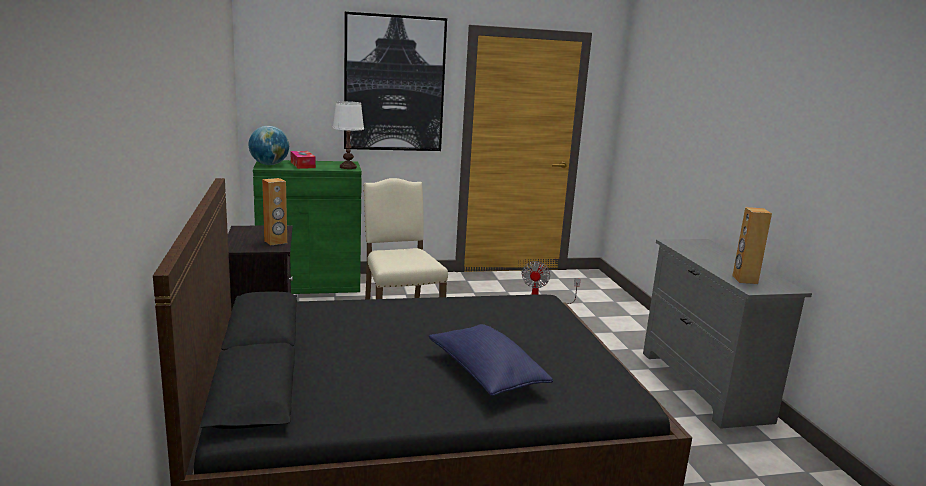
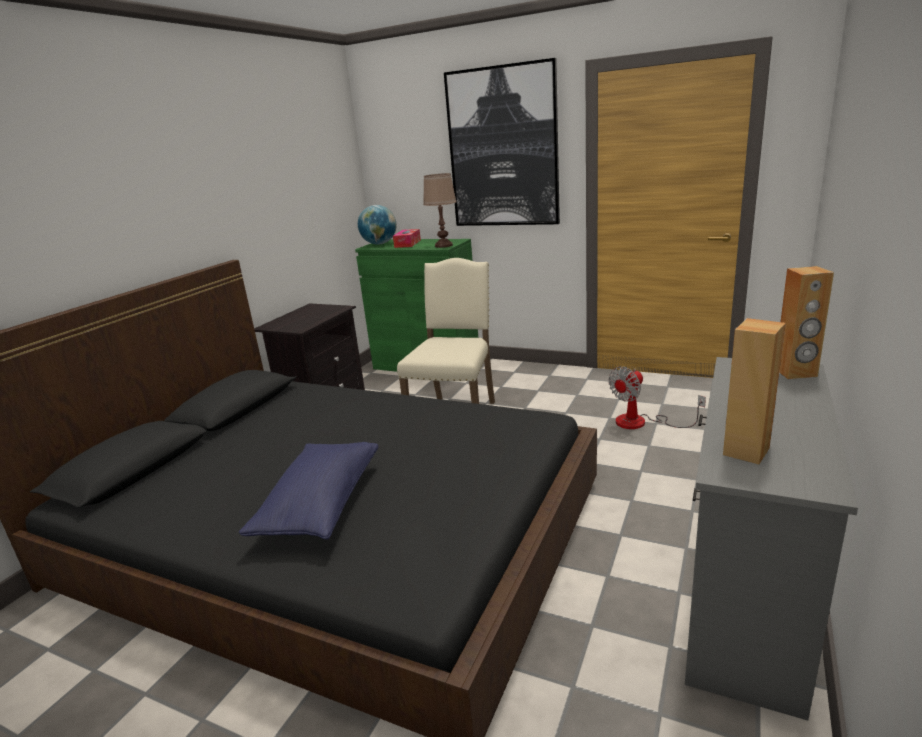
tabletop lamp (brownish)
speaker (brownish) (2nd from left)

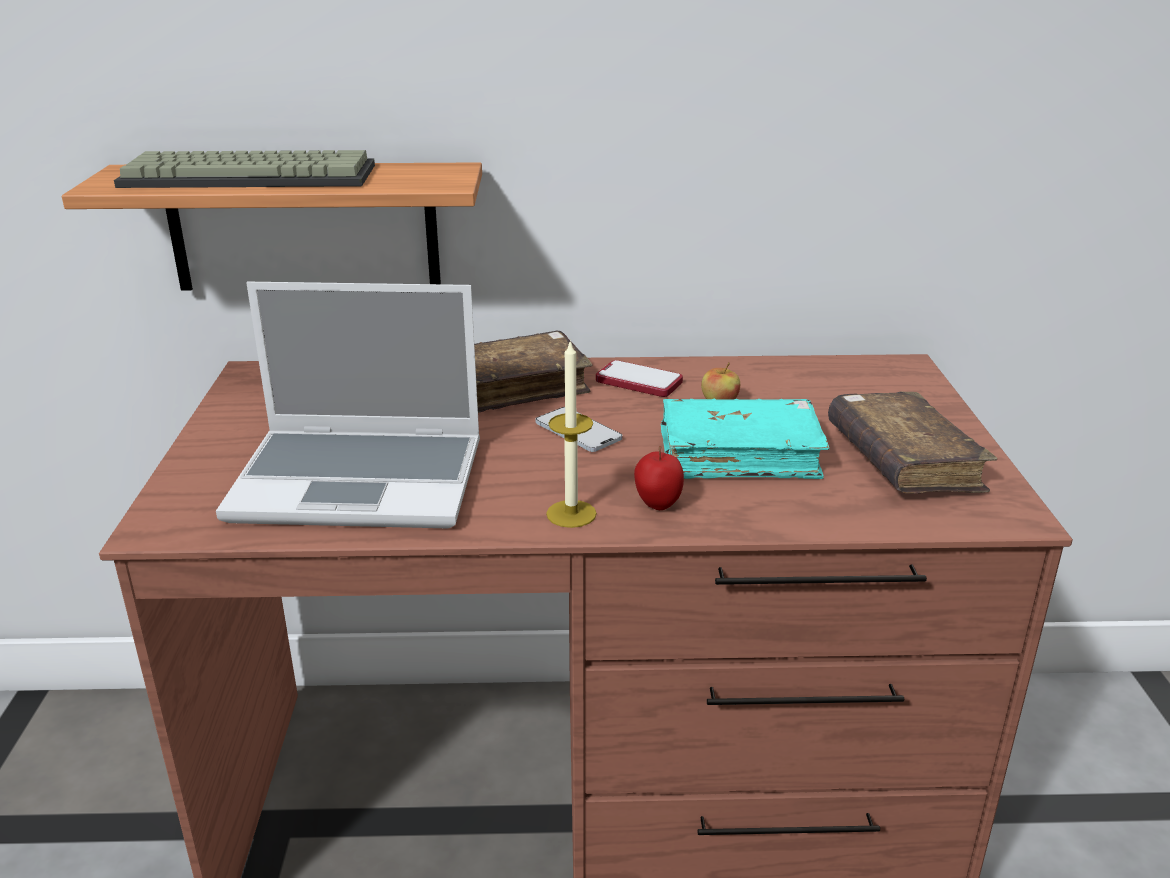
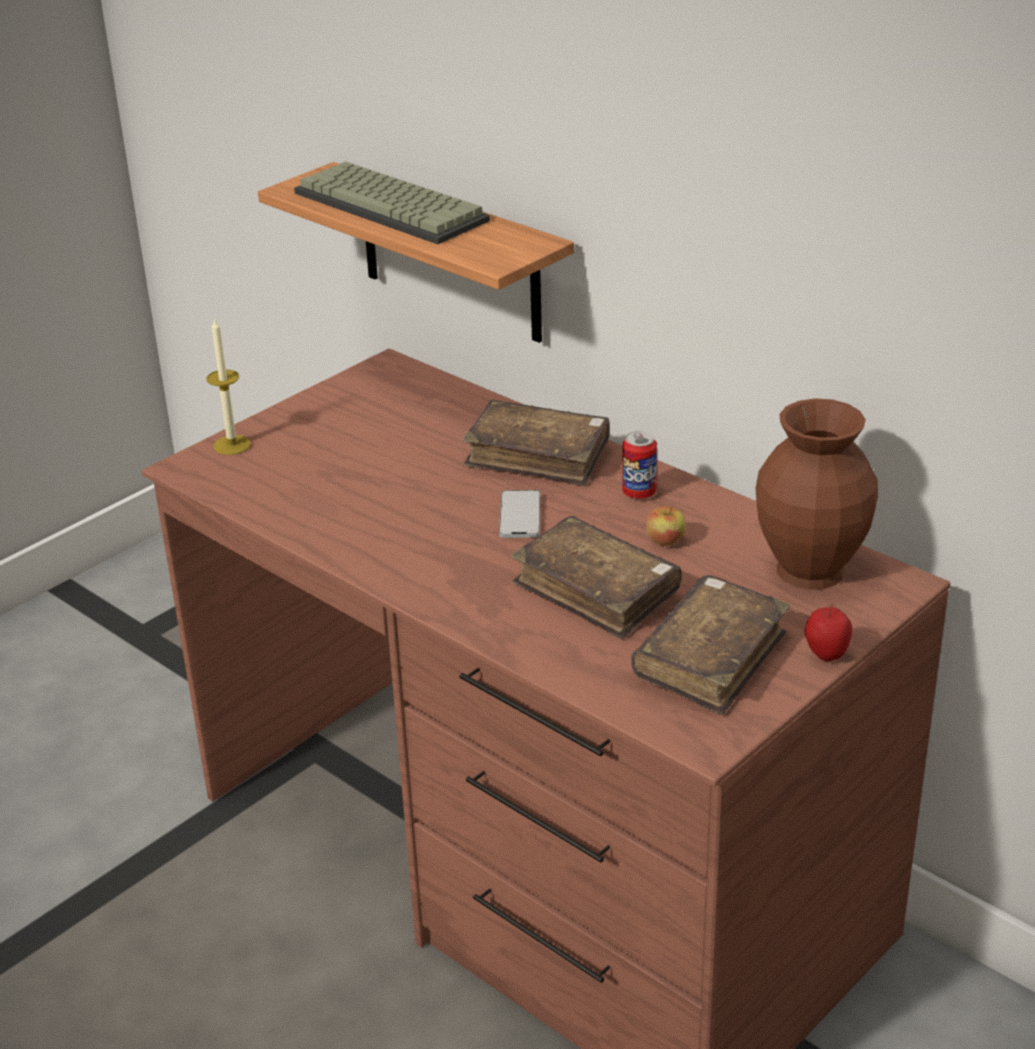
laptop
wax light
can
volume (brownish) (2nd from left)
apple fruit (2nd from left)
flower vase (brownish)

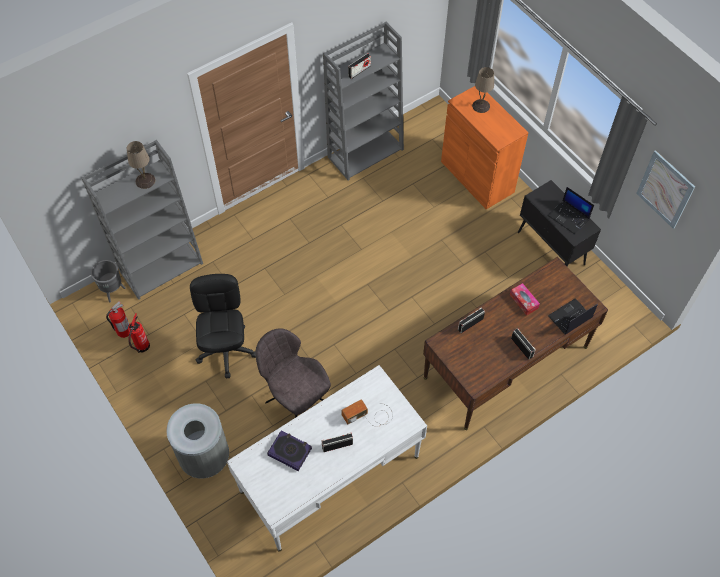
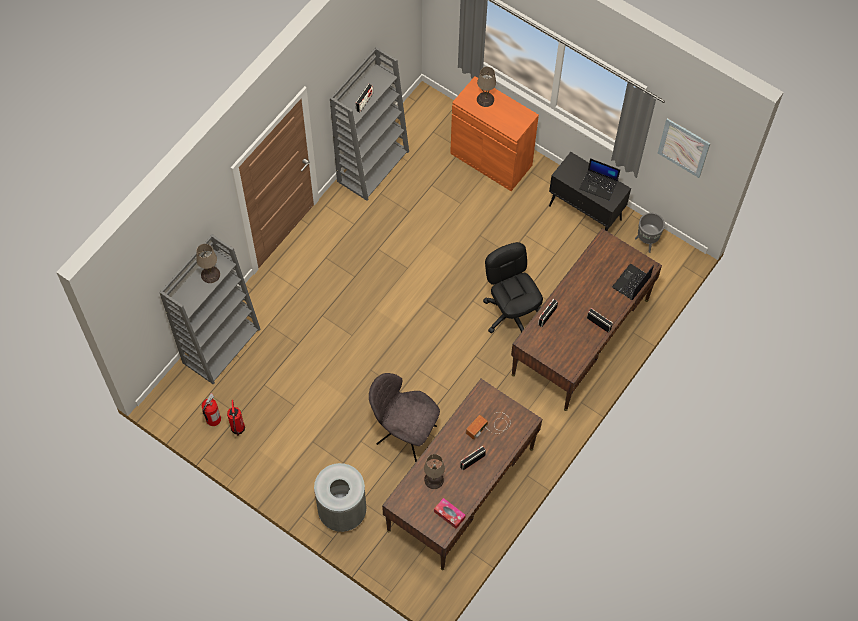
flower pot (gray)
computer chair (blackish)
tissue holder
desk table (brownish) (1st from left)
tabletop lamp (beige-coloured) (2nd from left)

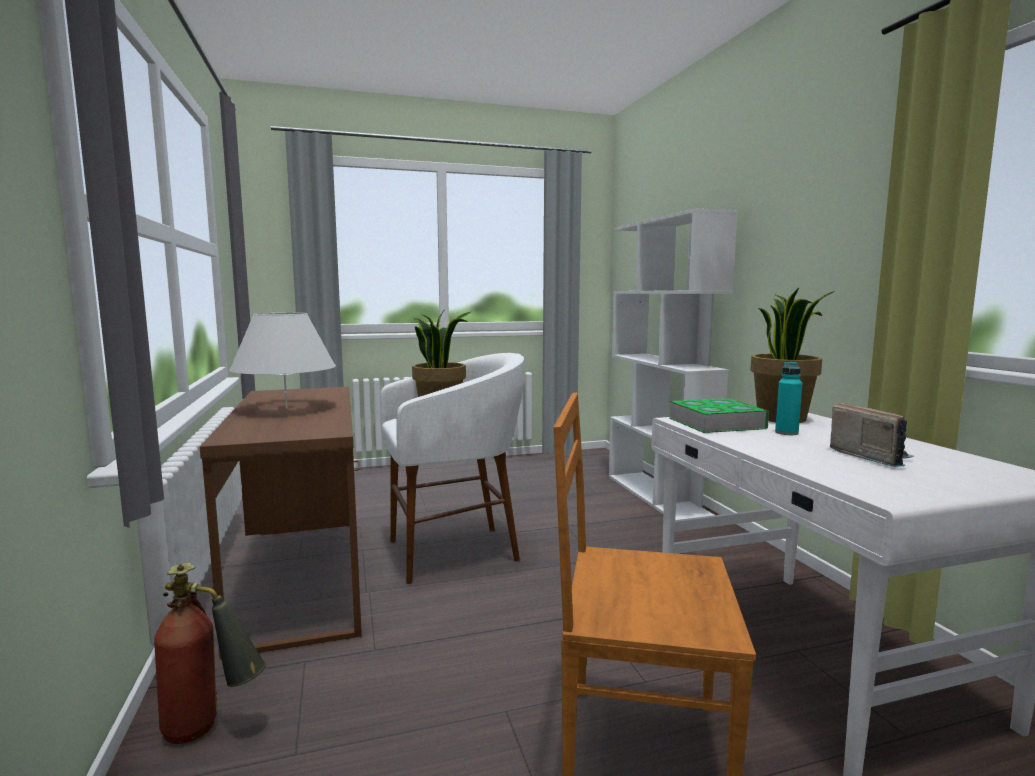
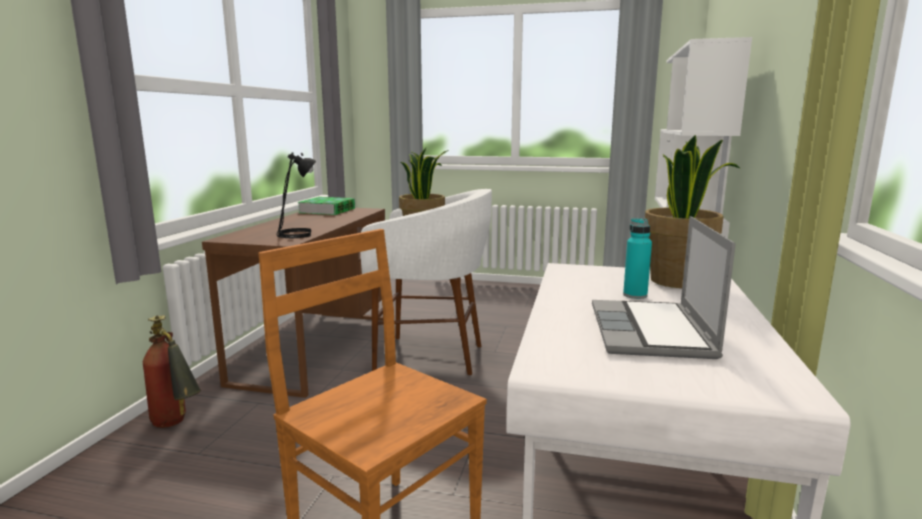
tabletop lamp (white-coloured)
volume
laptop
tabletop lamp (blackish)

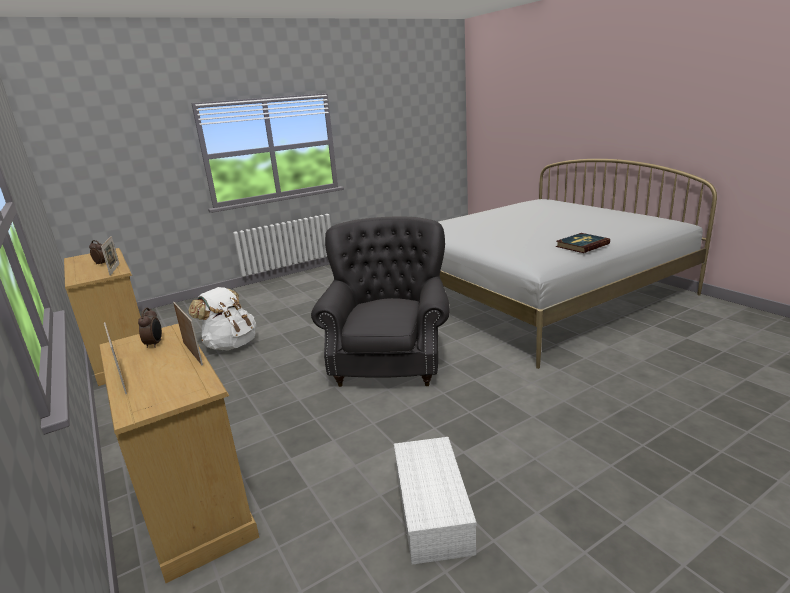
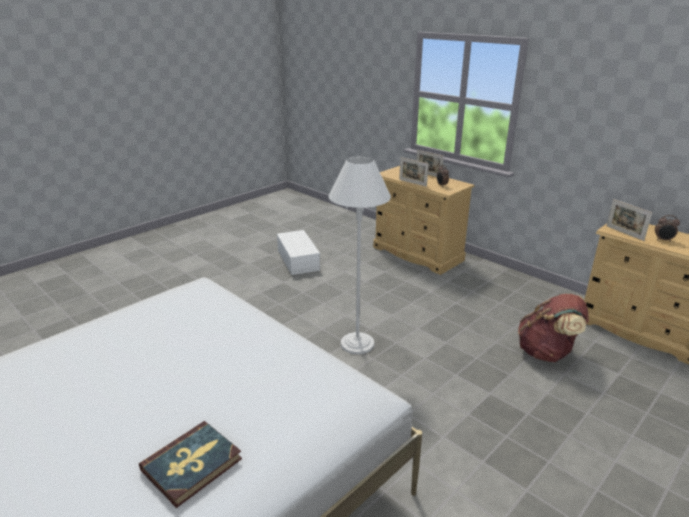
standing lamp (white-coloured)
volume
backpack (brownish)

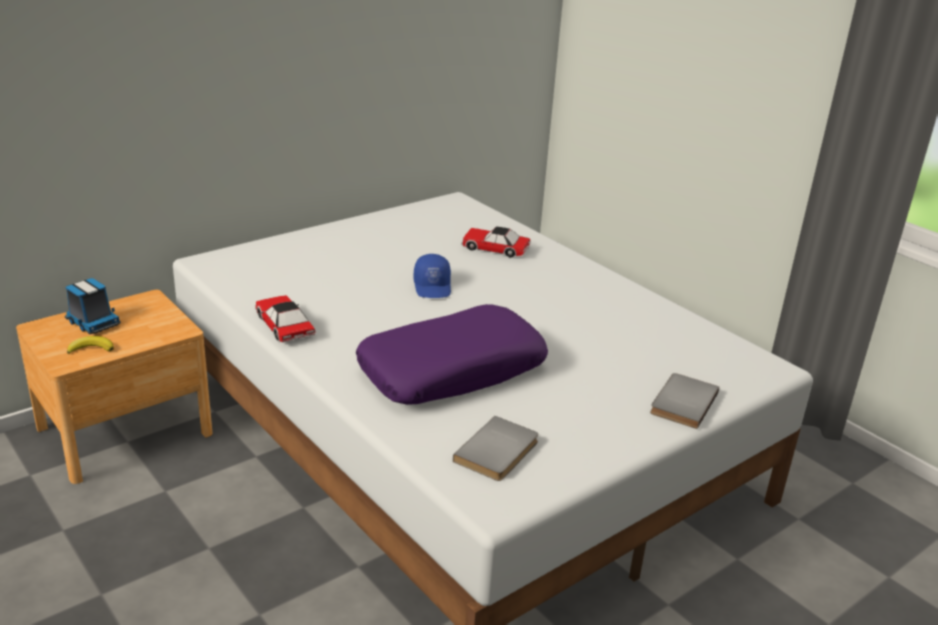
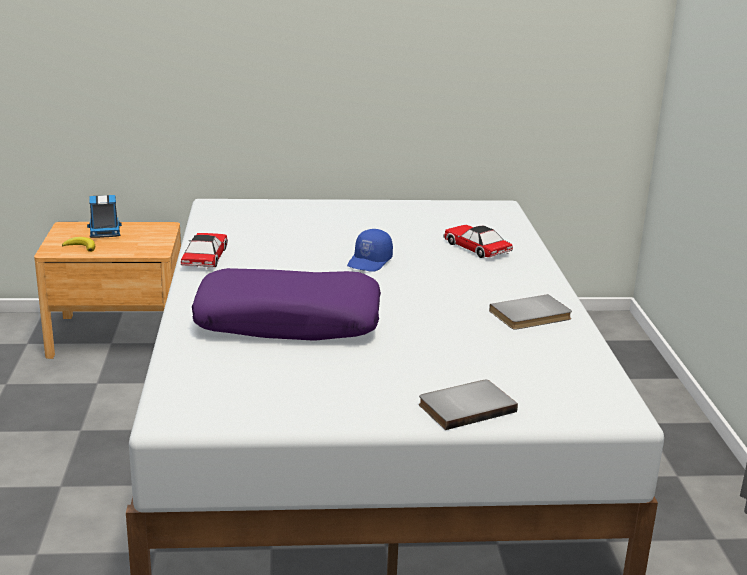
volume (gray) (2nd from left)

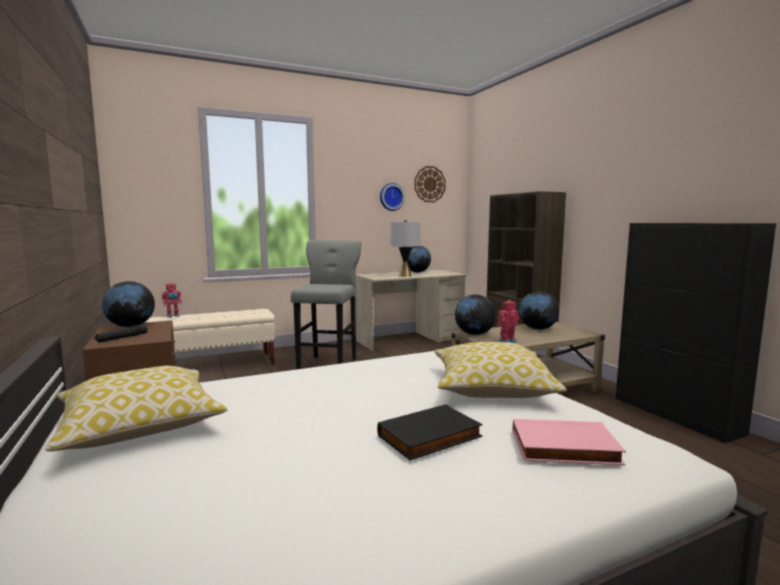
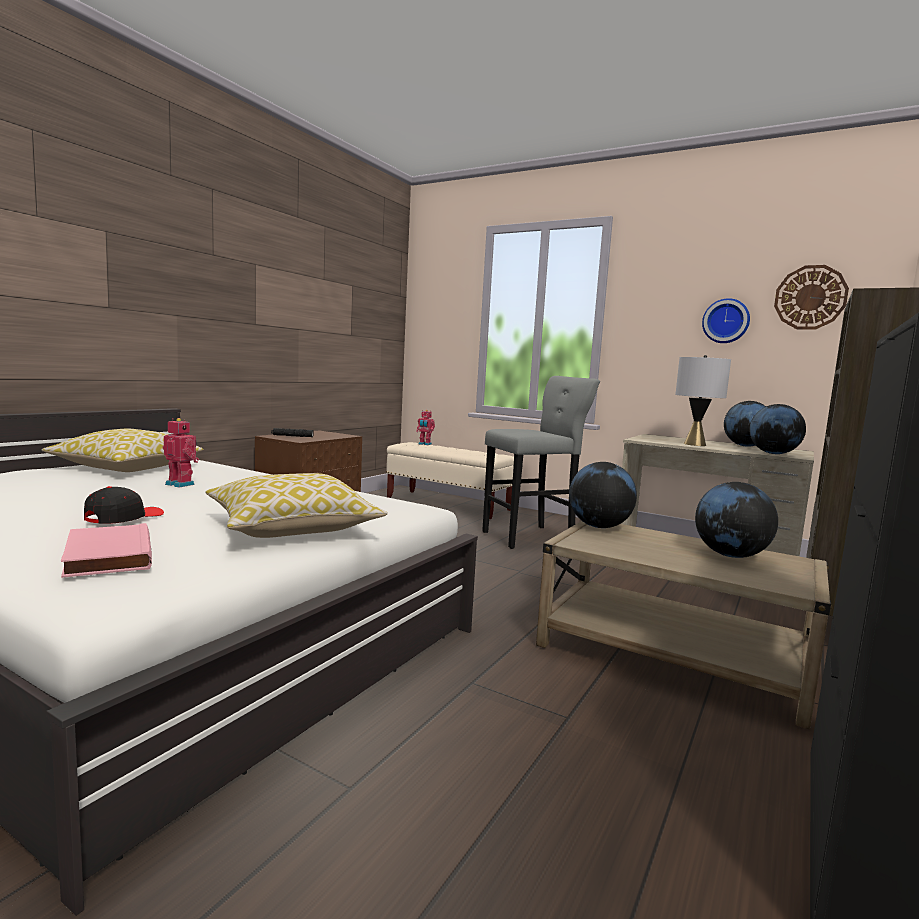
desk globe (4th from left)
toy robot (1st from left)
baseball cap (blackish)

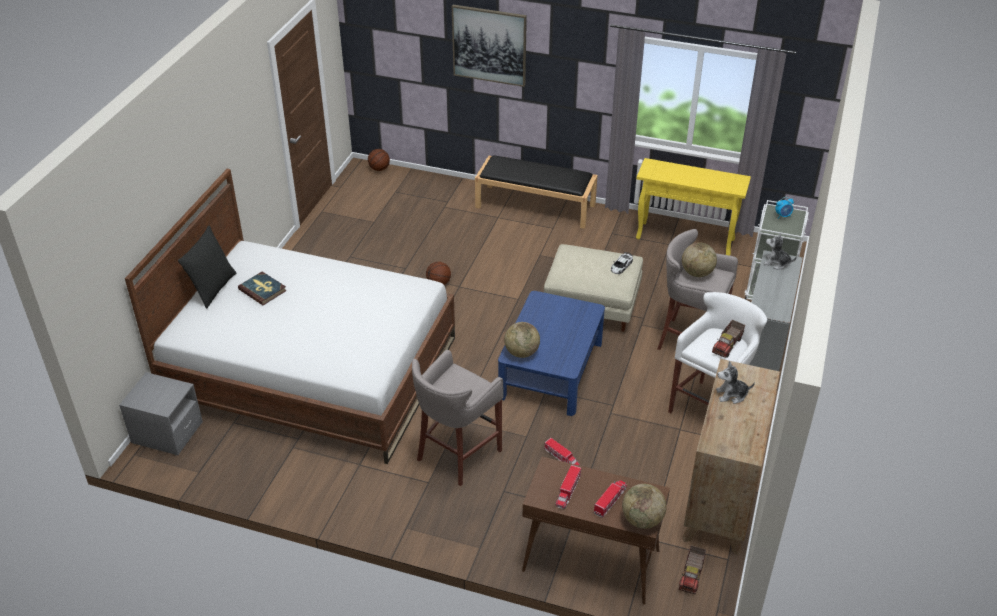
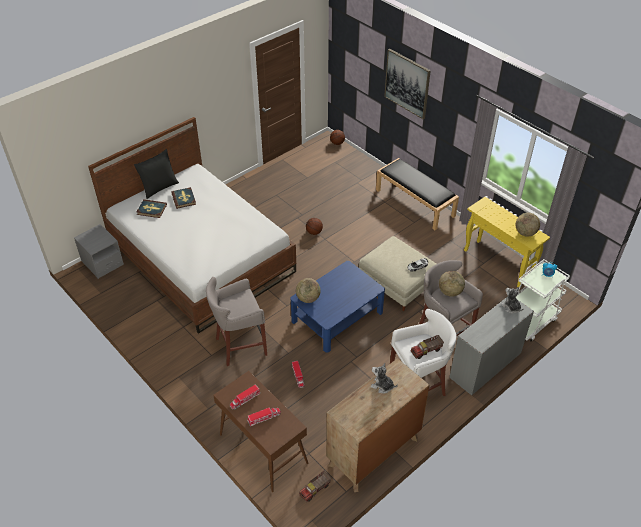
desk globe (3rd from left)
volume (1st from left)

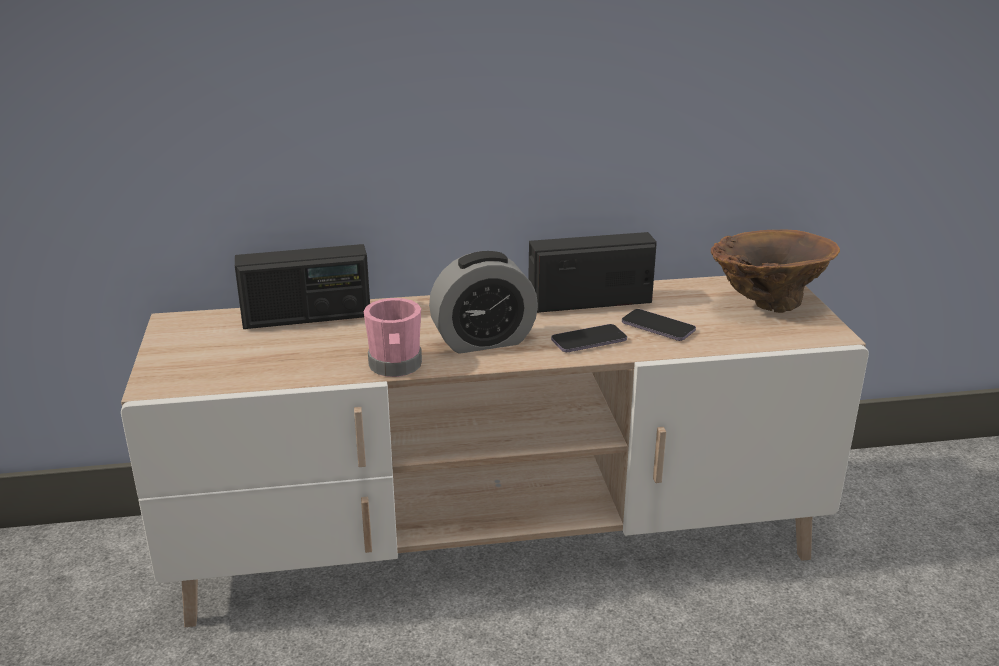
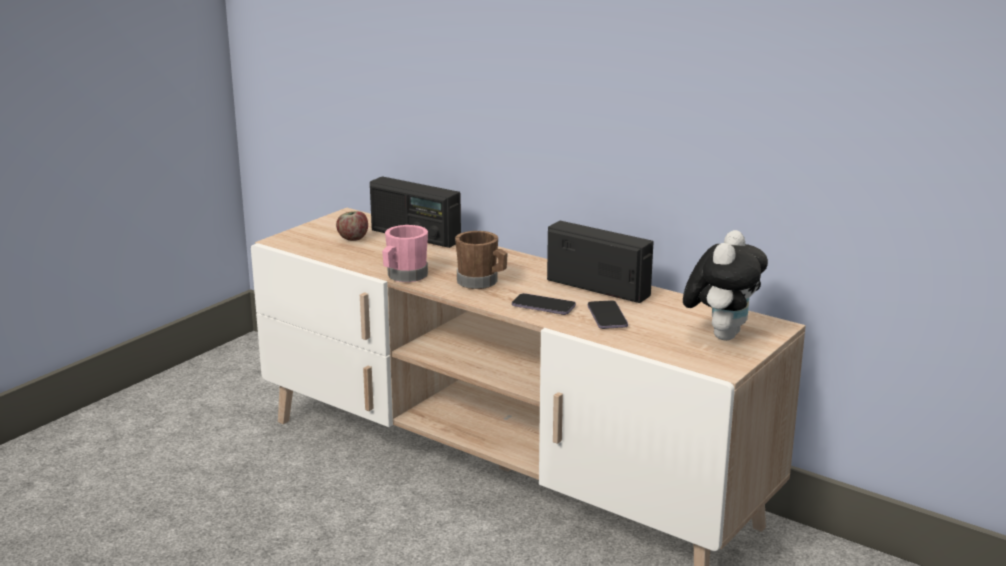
plush toy
mug (brownish)
apple fruit

